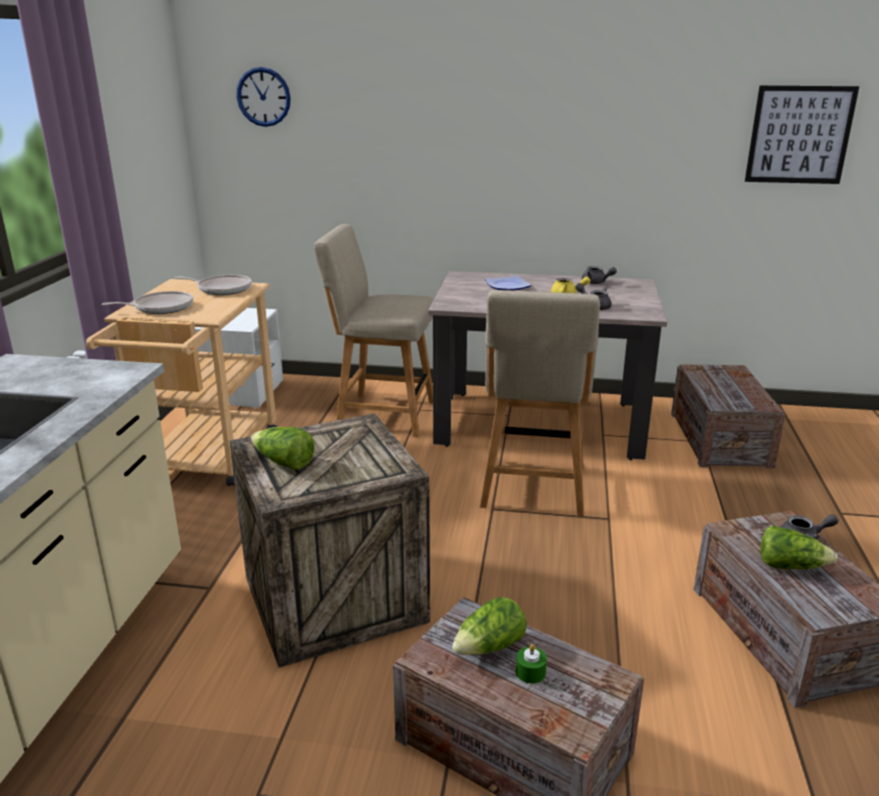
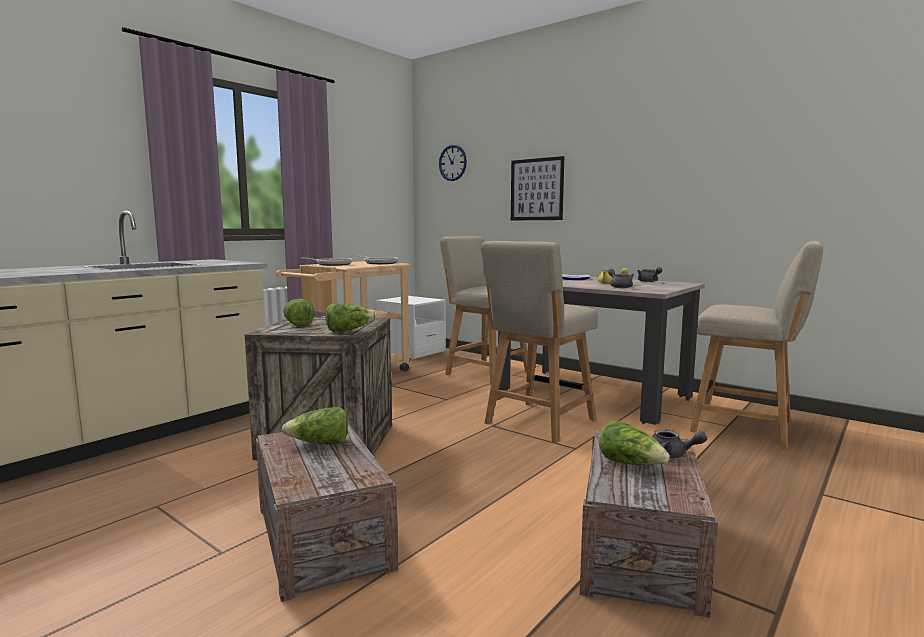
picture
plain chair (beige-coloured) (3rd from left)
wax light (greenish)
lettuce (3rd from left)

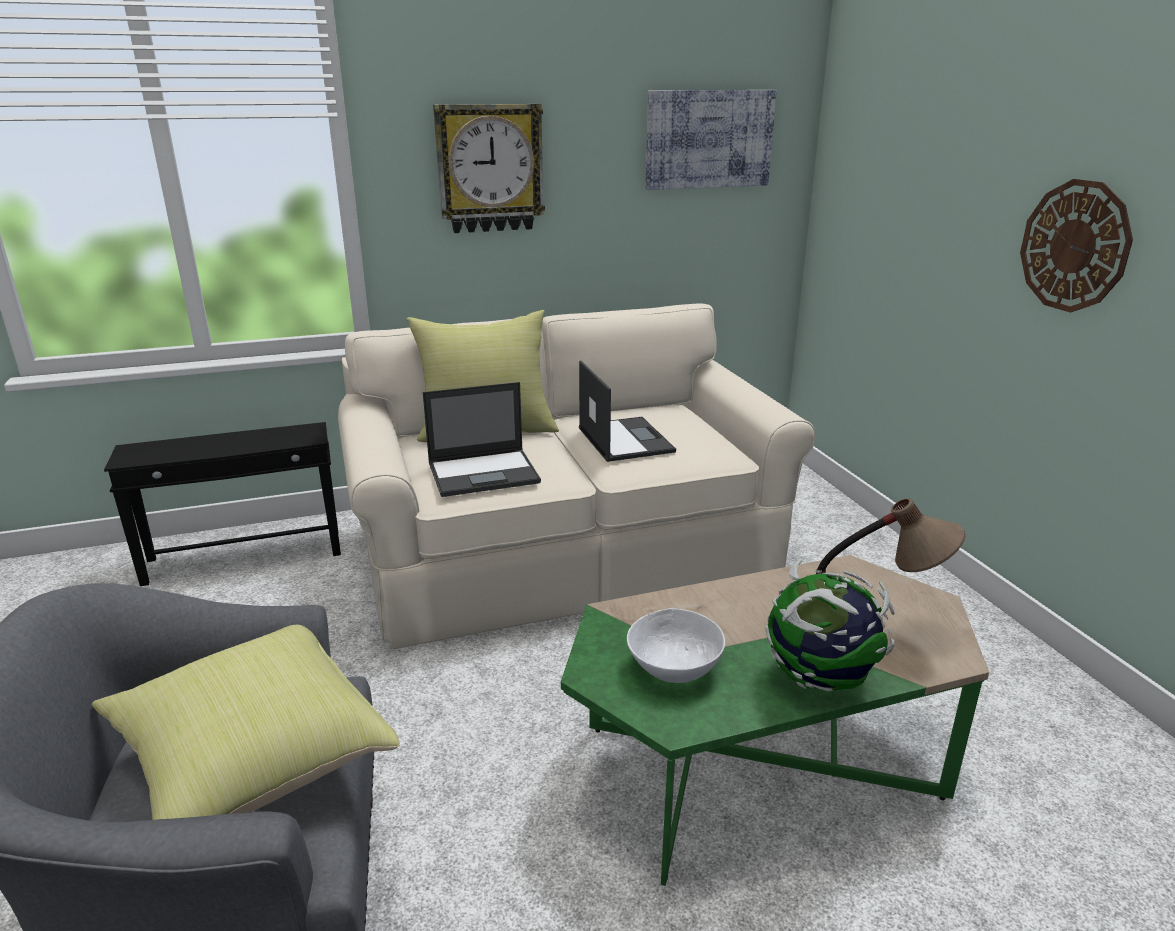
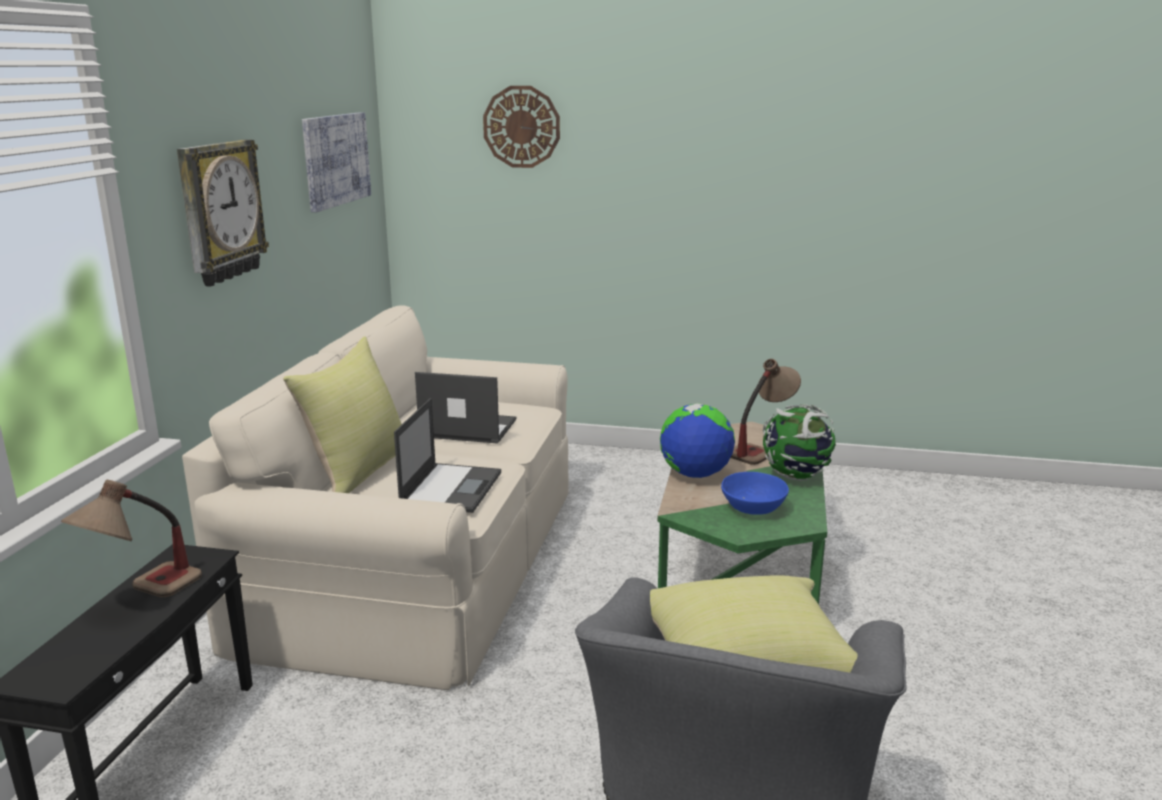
clock on the wall (2nd from left)
serving bowl (bluish)
desk globe (1st from left)
tabletop lamp (1st from left)

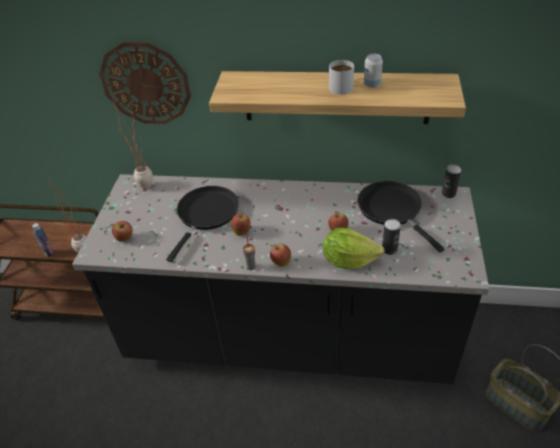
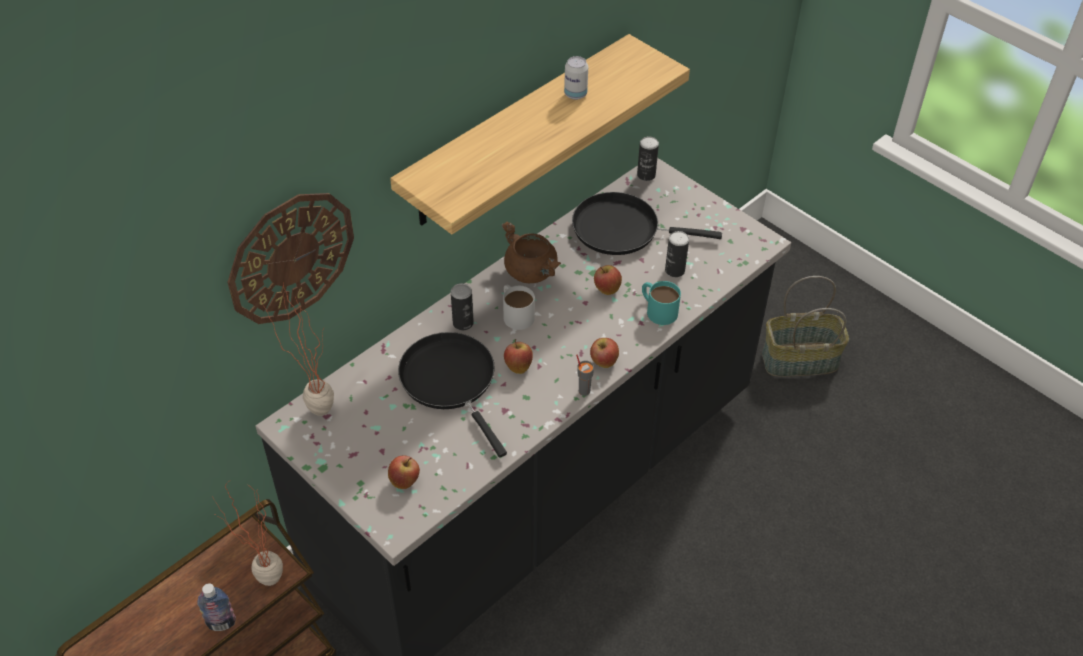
mug (white-coloured)
mug (blue-green)
cooking pot (brownish)
can (1st from left)

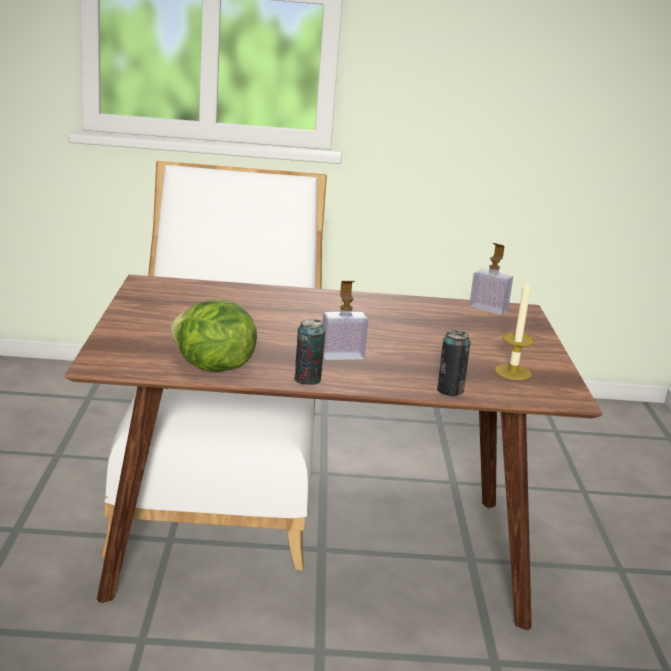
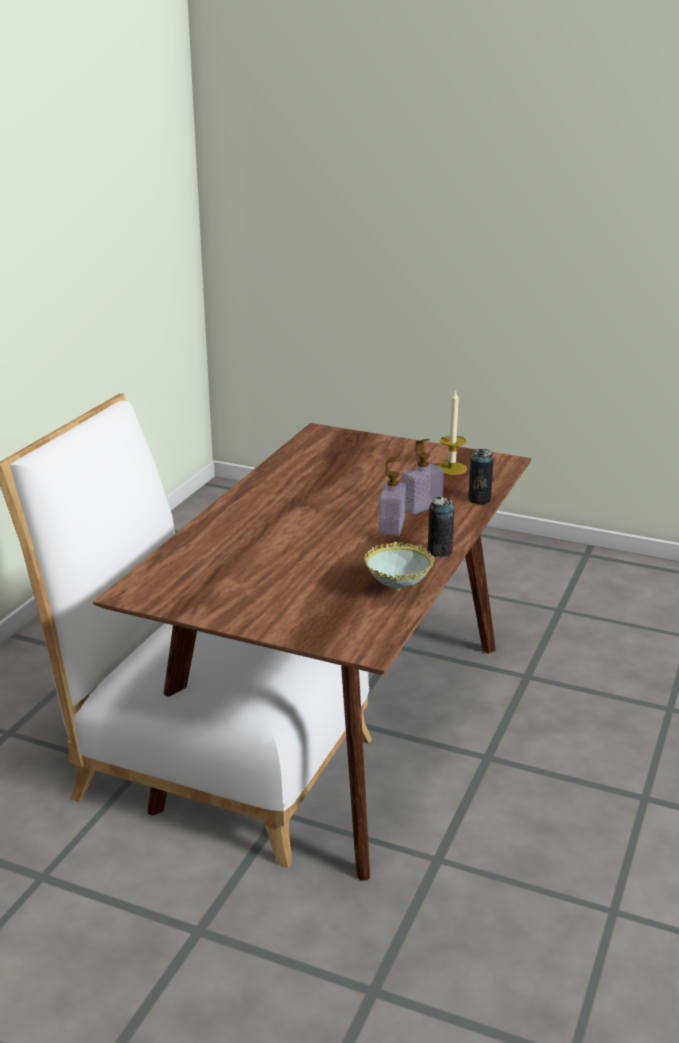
soap bottle (2nd from left)
serving bowl

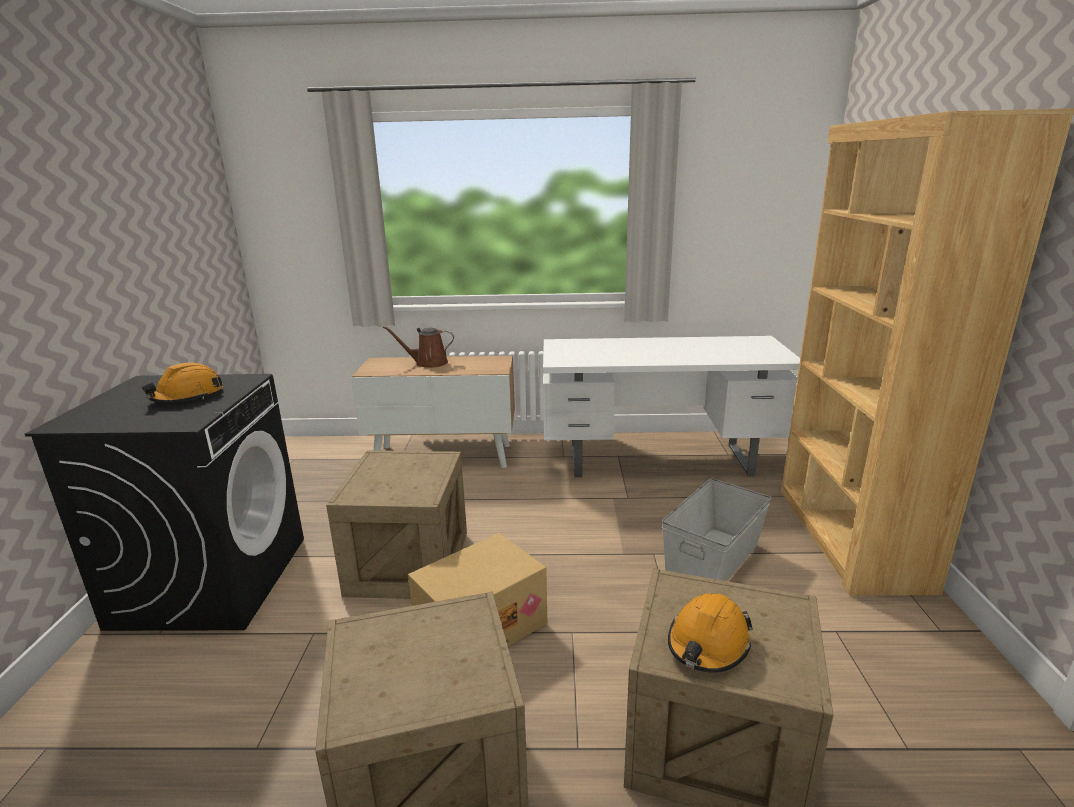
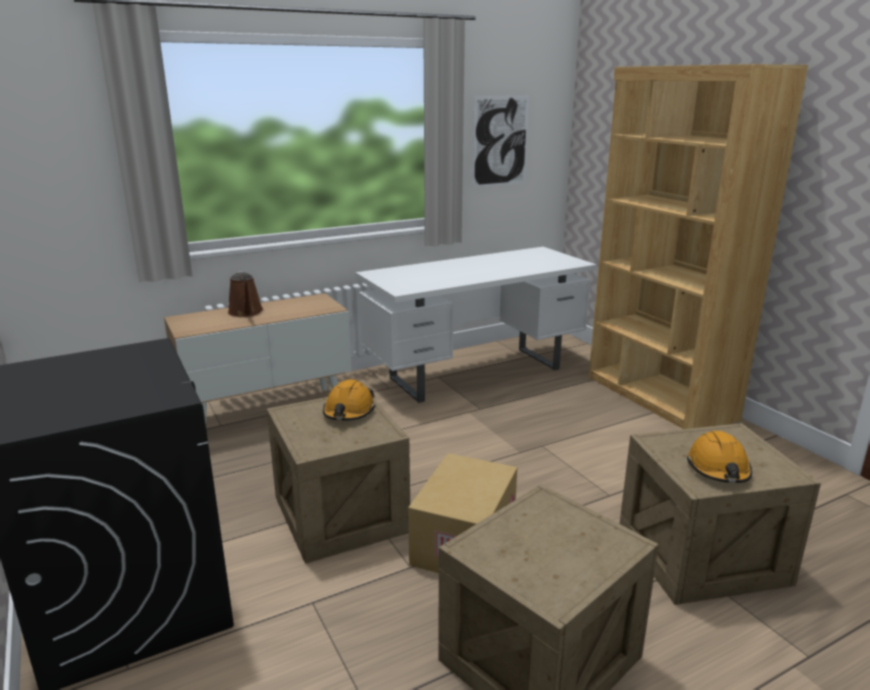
watering can (brownish)
safety helmet (orange) (1st from left)
storage container (gray)
picture

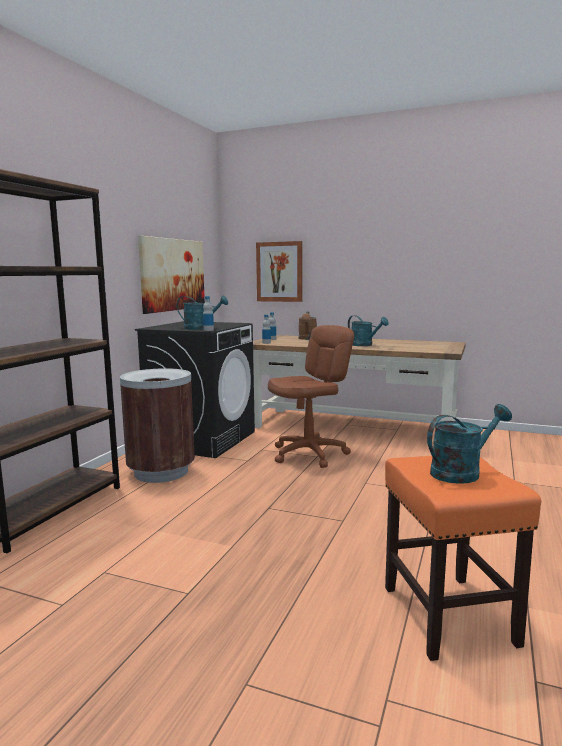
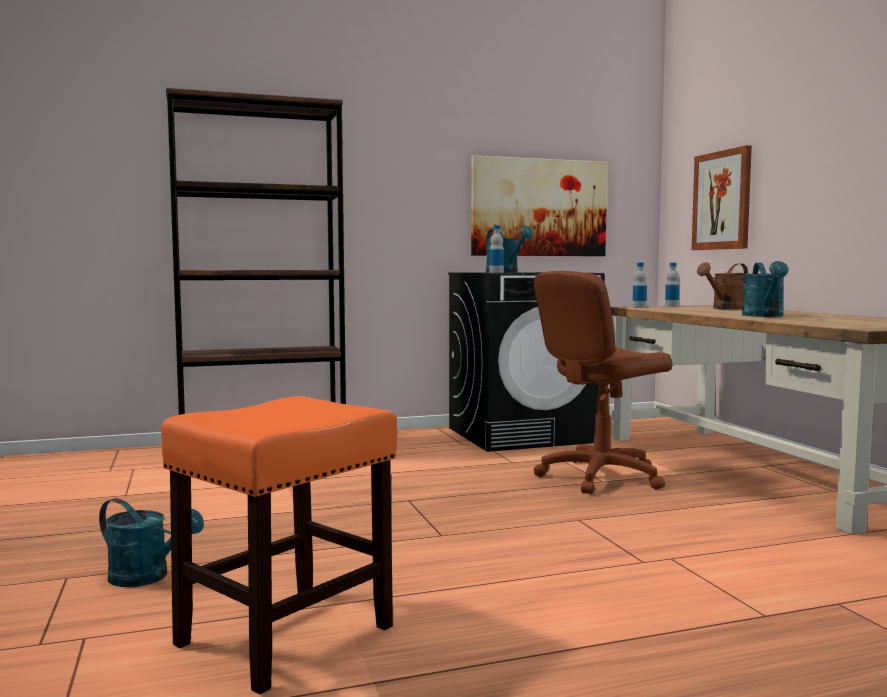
computer chair (brownish)
trash can (brownish)
watering can (blue-green) (1st from left)

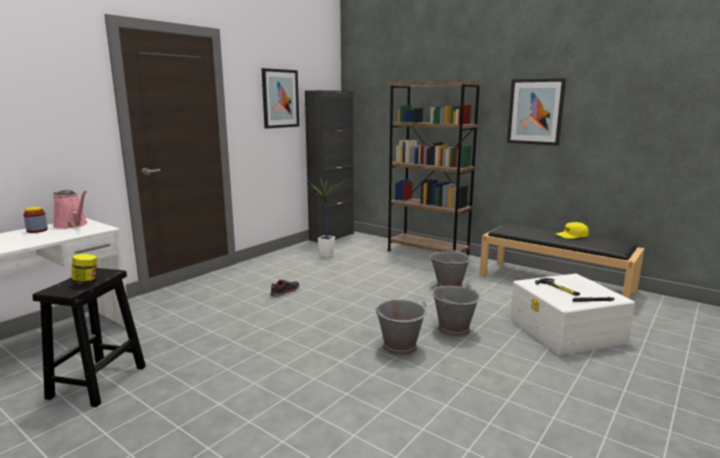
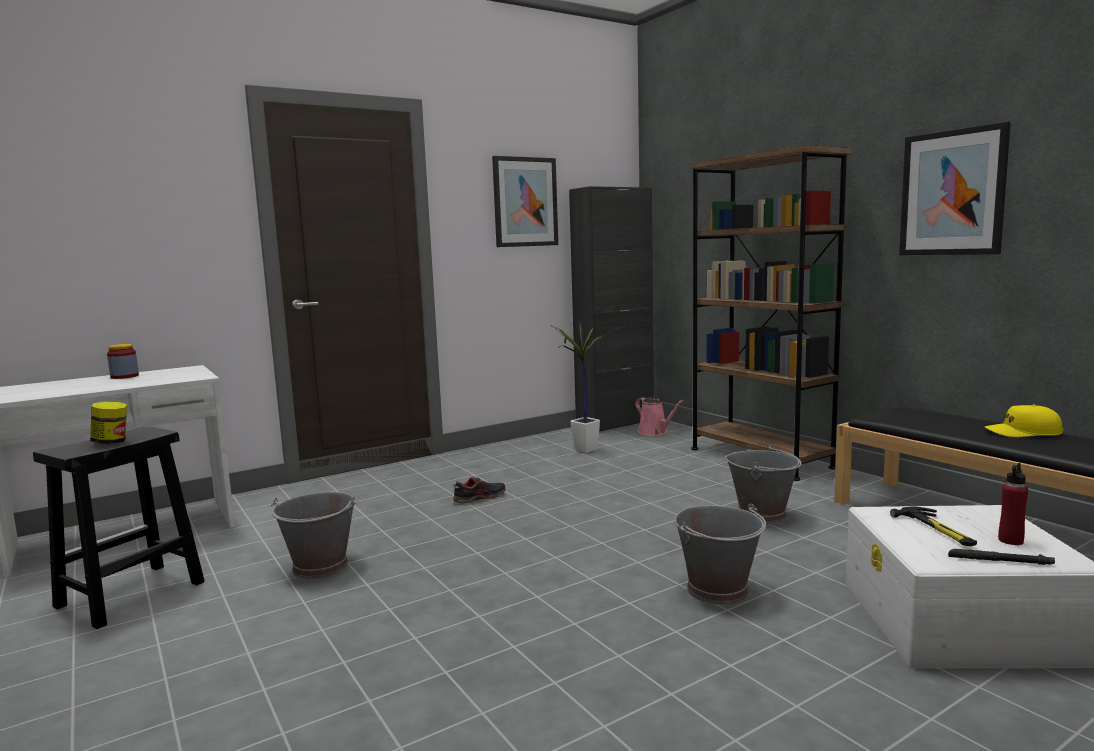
watering can (pinkish)
pail (gray) (1st from left)
beverage bottle (red-coloured)

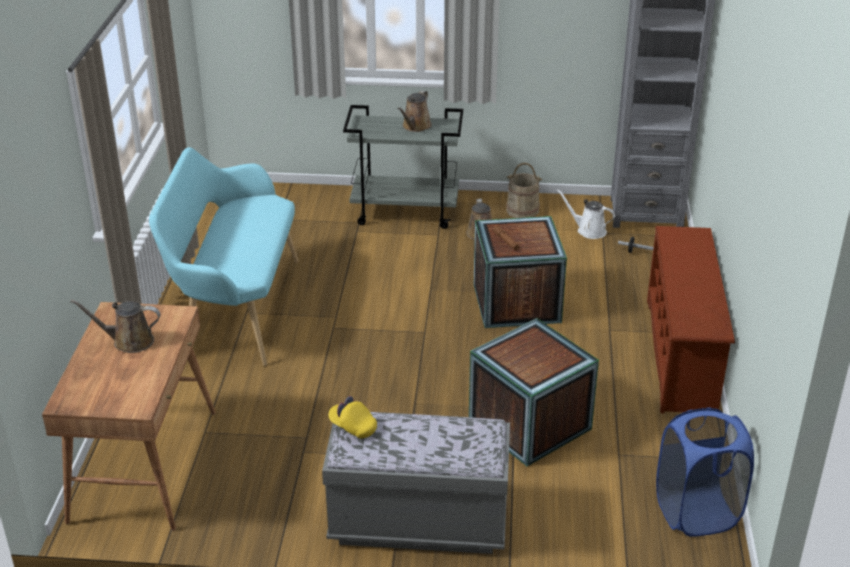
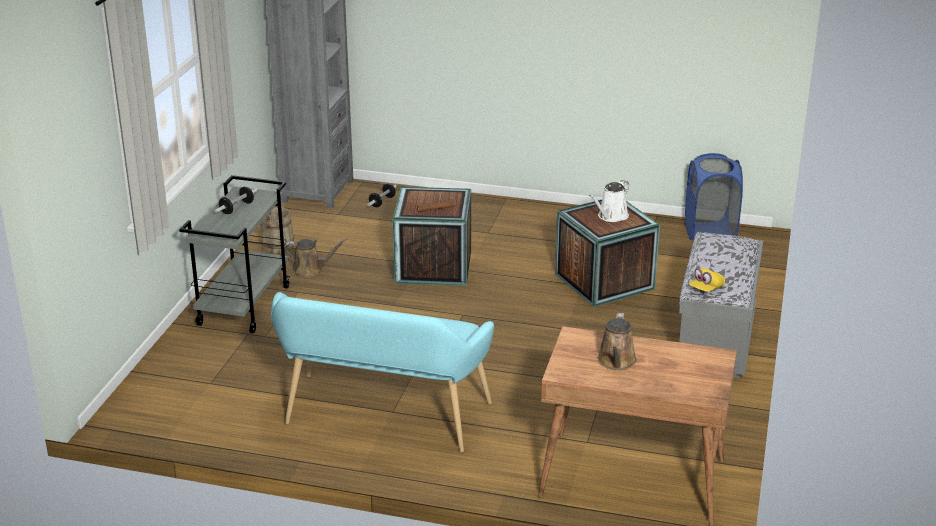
dumbbell (1st from left)
watering can (white-coloured)
shoe stand (brownish)

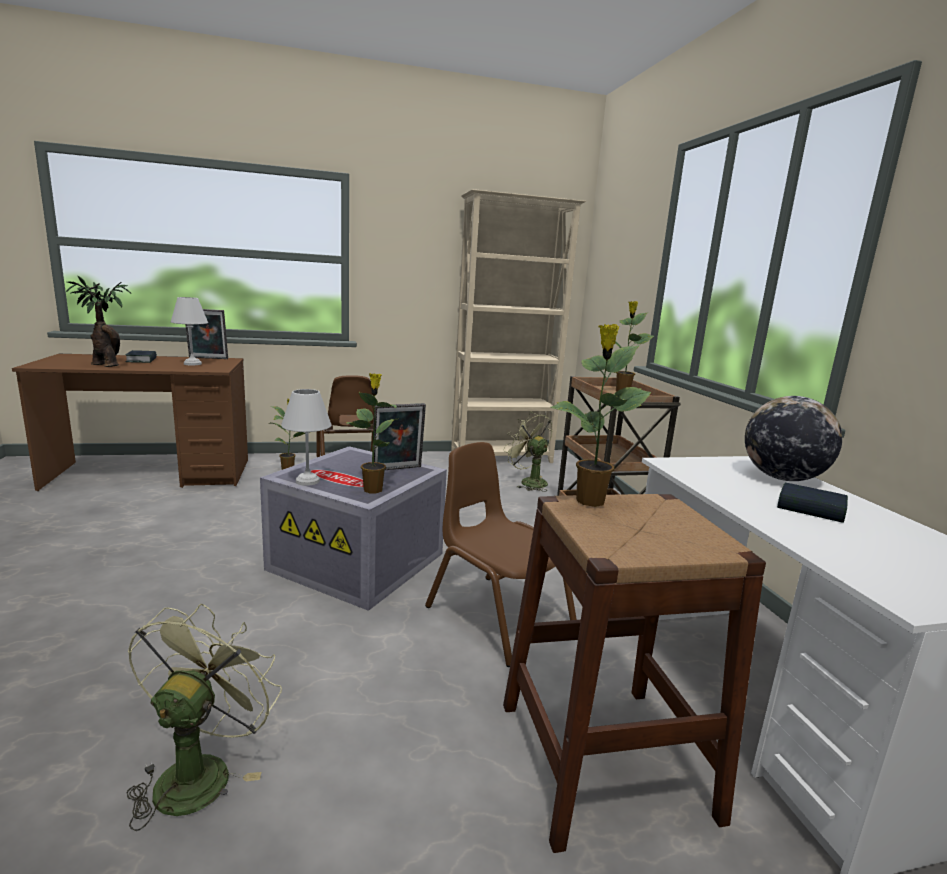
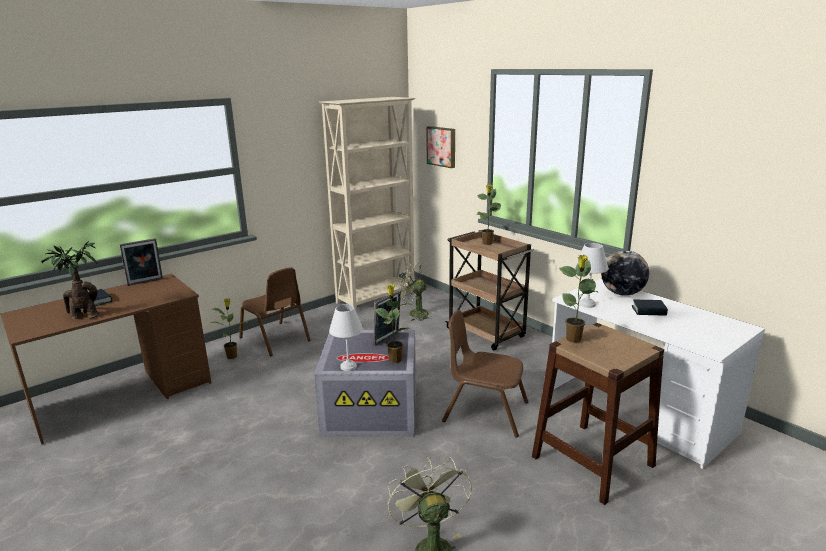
tabletop lamp (white-coloured) (2nd from left)
picture

